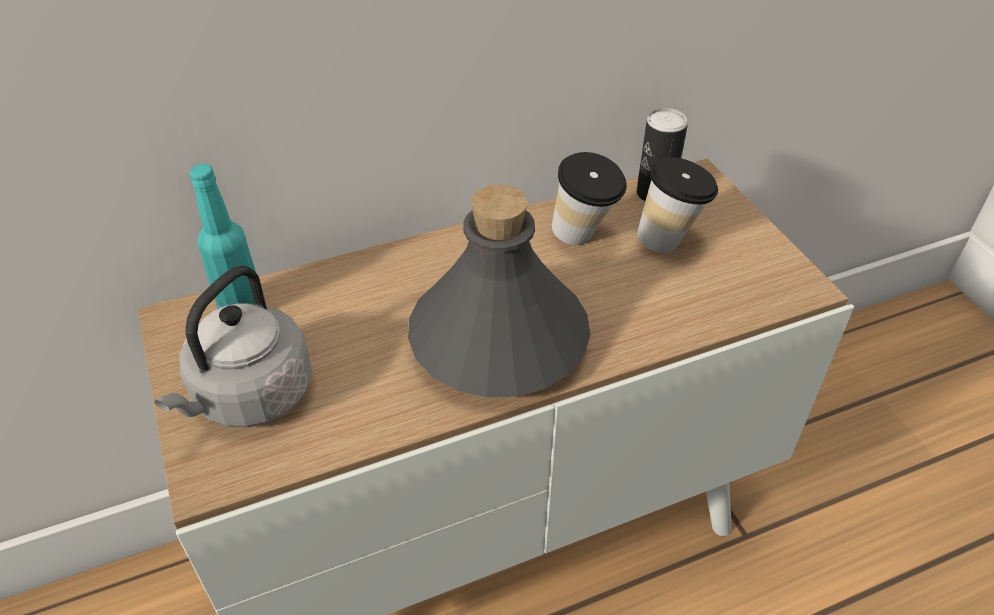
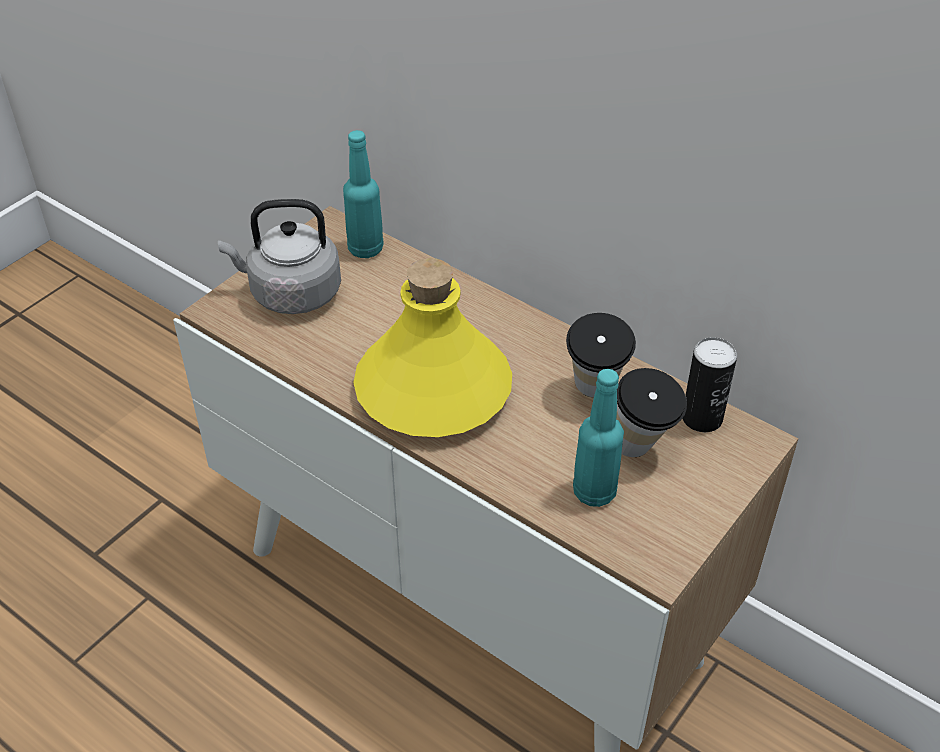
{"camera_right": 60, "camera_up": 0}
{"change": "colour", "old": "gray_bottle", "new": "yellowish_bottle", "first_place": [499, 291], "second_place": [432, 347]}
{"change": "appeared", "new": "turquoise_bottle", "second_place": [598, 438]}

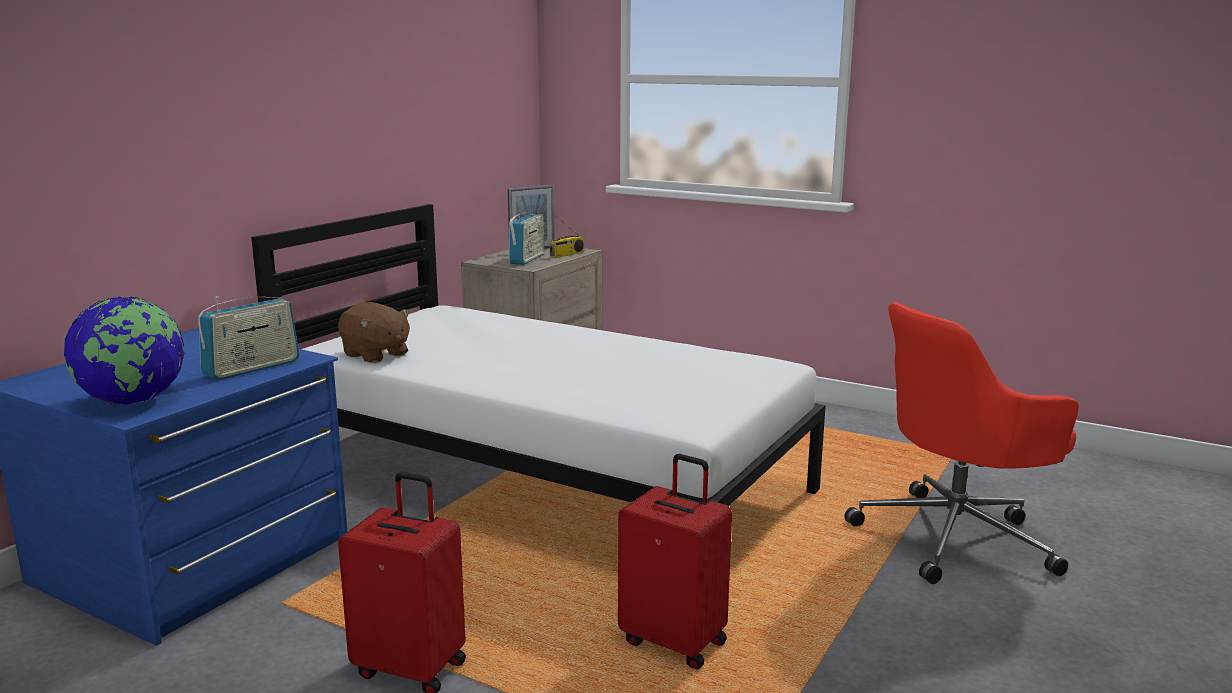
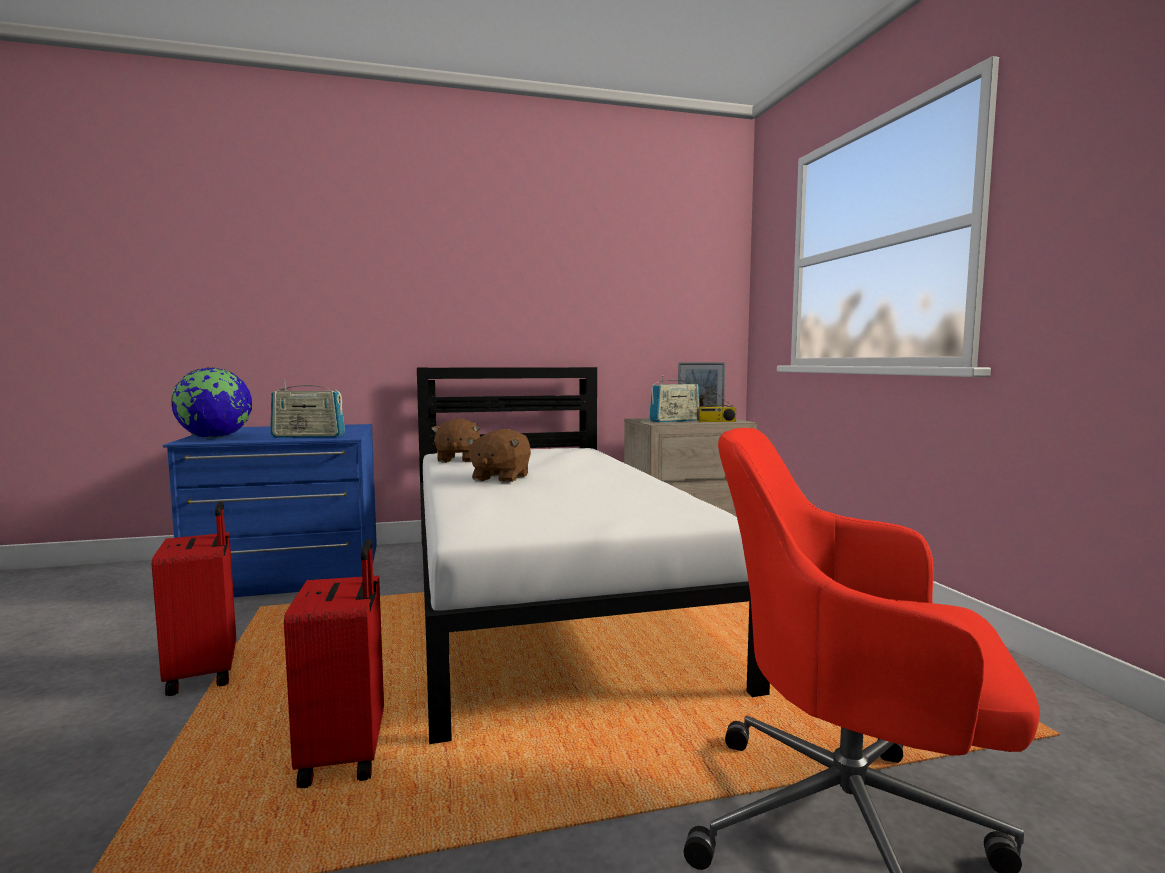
{"camera_right": 45, "camera_up": -10}
{"change": "appeared", "new": "brown_plush_toy", "second_place": [498, 456]}

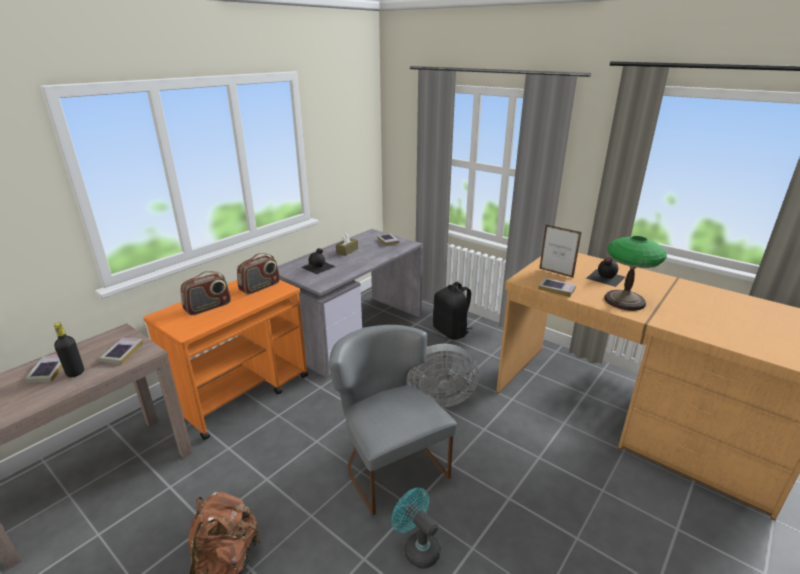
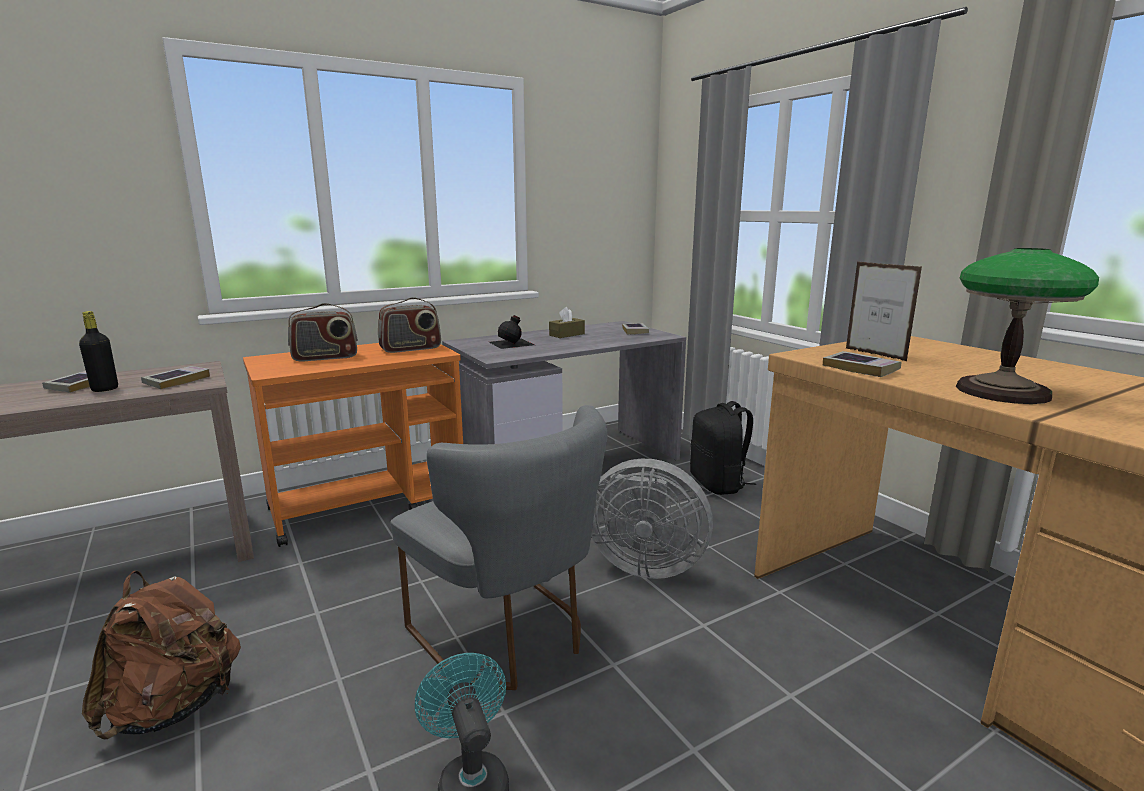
{"camera_right": 20, "camera_up": -10}
{"change": "spun", "old": "gray_chair", "first_place": [393, 420], "second_place": [498, 547], "degrees": 150}
{"change": "missing", "old": "black-coloured_bottle", "first_place": [605, 272]}

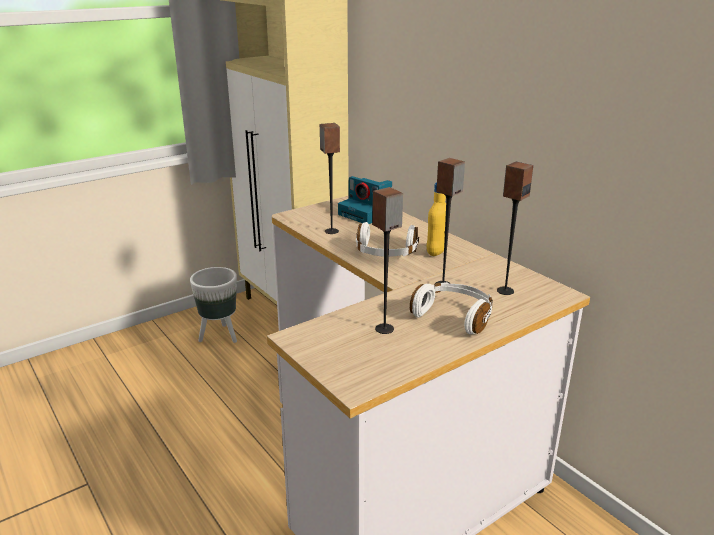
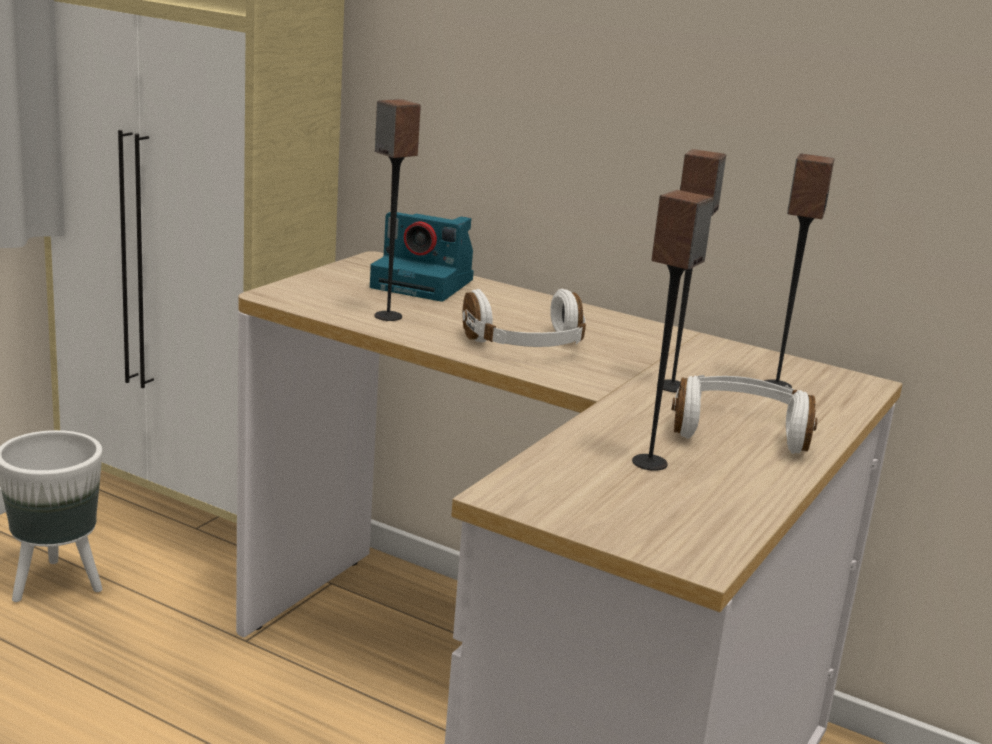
{"camera_right": -25, "camera_up": -5}
{"change": "missing", "old": "yellowish_bottle", "first_place": [436, 219]}

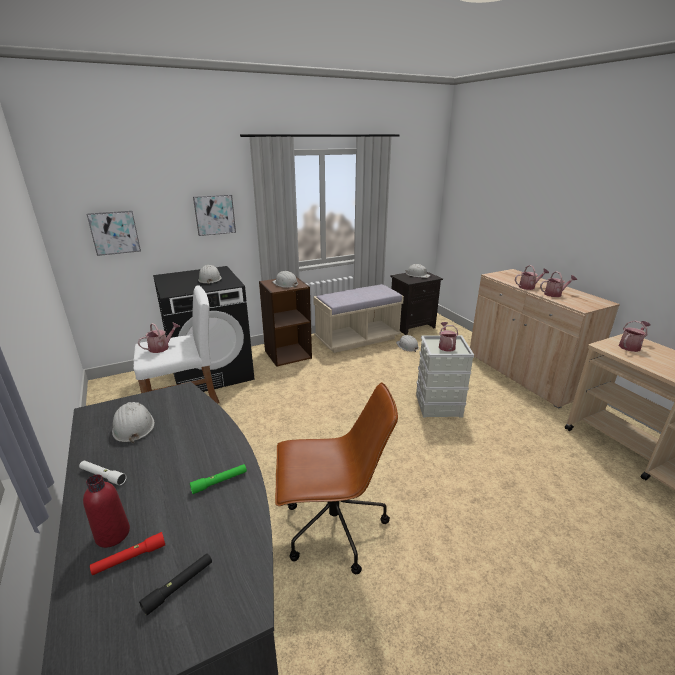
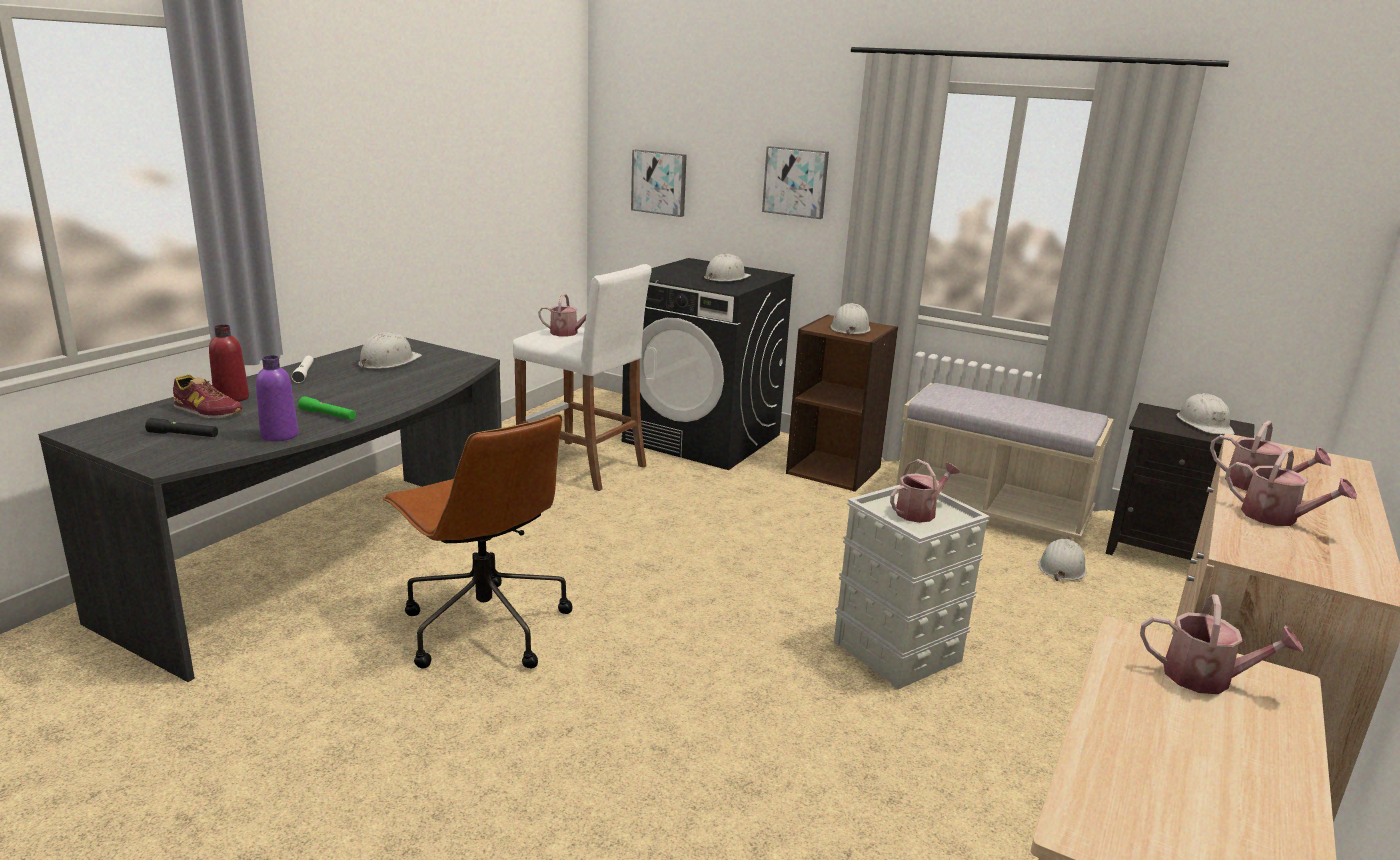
{"camera_right": 55, "camera_up": -5}
{"change": "exchanged", "old": "red_hand_torch", "new": "shoe", "first_place": [127, 553], "second_place": [208, 397]}
{"change": "appeared", "new": "purplish_bottle", "second_place": [277, 398]}

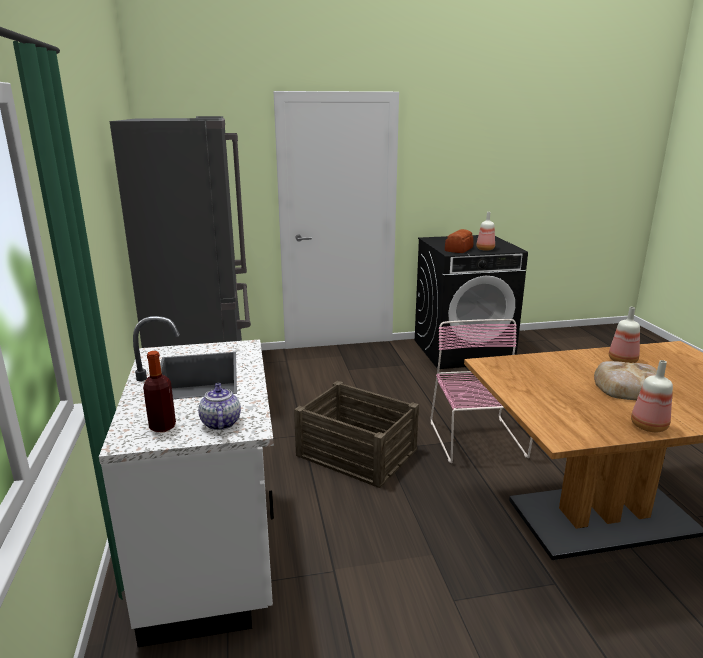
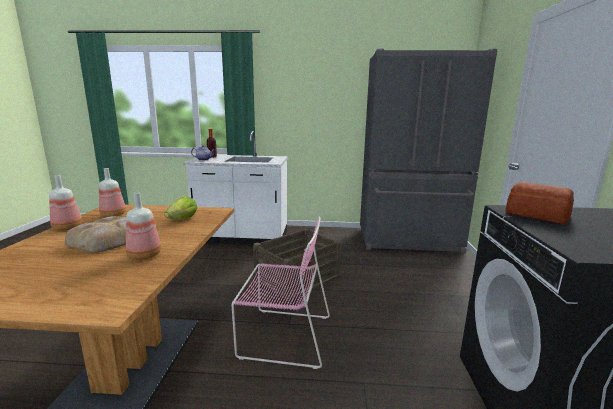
{"camera_right": 105, "camera_up": -5}
{"change": "relocated", "old": "bottle", "first_place": [485, 231], "second_place": [112, 192]}
{"change": "appeared", "new": "head_of_lettuce", "second_place": [181, 208]}

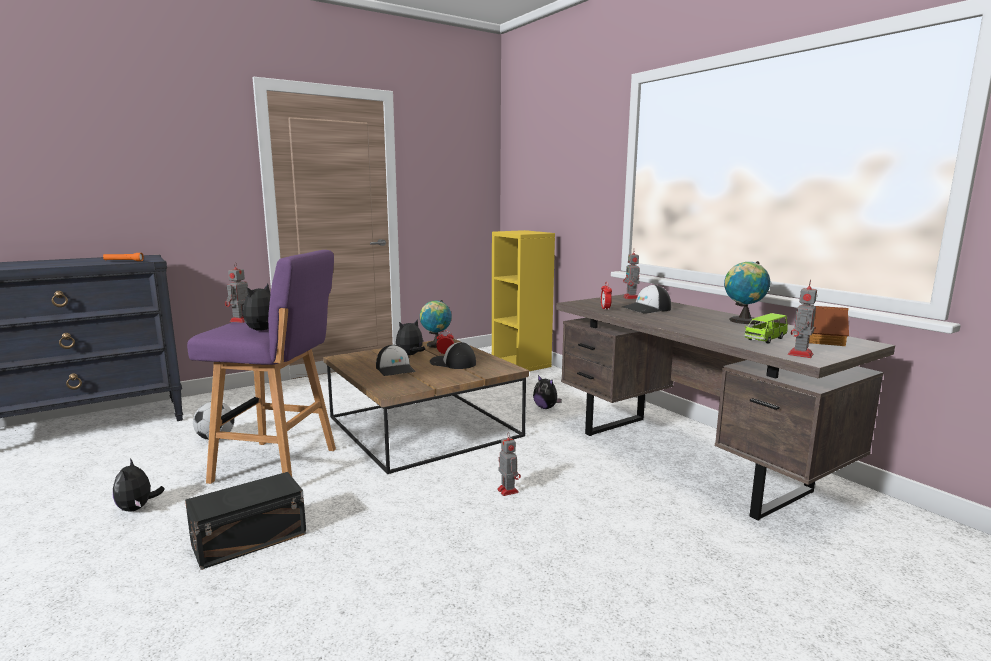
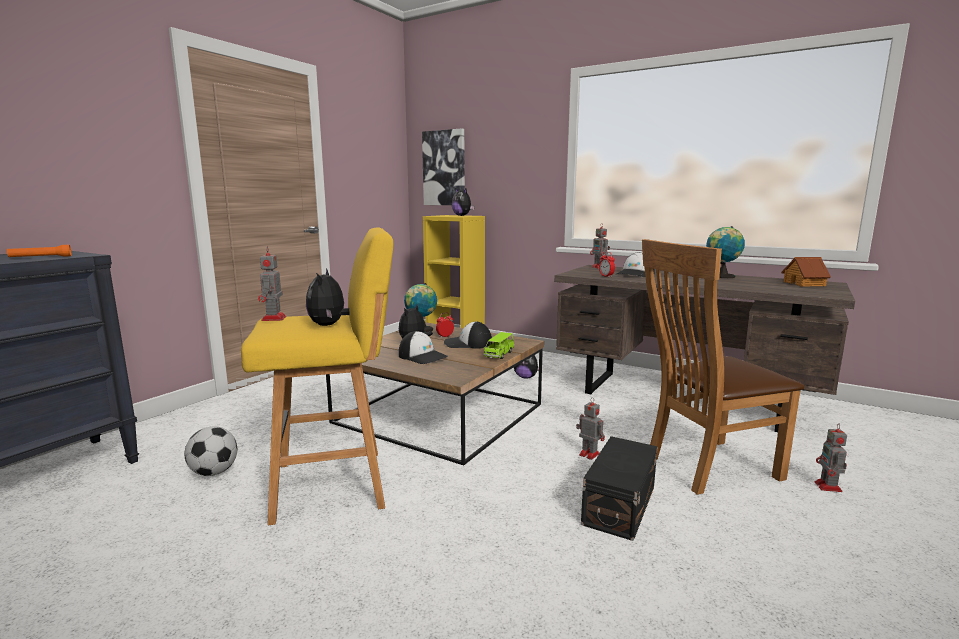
{"camera_right": -25, "camera_up": 0}
{"change": "relocated", "old": "plush_toy", "first_place": [139, 485], "second_place": [463, 202]}
{"change": "relocated", "old": "black-coloured_storage_bin", "first_place": [246, 521], "second_place": [619, 488]}
{"change": "colour", "old": "purplish_sitting_stool", "new": "yellowish_sitting_stool", "first_place": [261, 367], "second_place": [317, 376]}
{"change": "relocated", "old": "green_model_car", "first_place": [766, 328], "second_place": [498, 345]}
{"change": "relocated", "old": "model_robot", "first_place": [802, 319], "second_place": [831, 458]}
{"change": "appeared", "new": "wall_art", "second_place": [443, 166]}
{"change": "appeared", "new": "brown_chair", "second_place": [723, 367]}

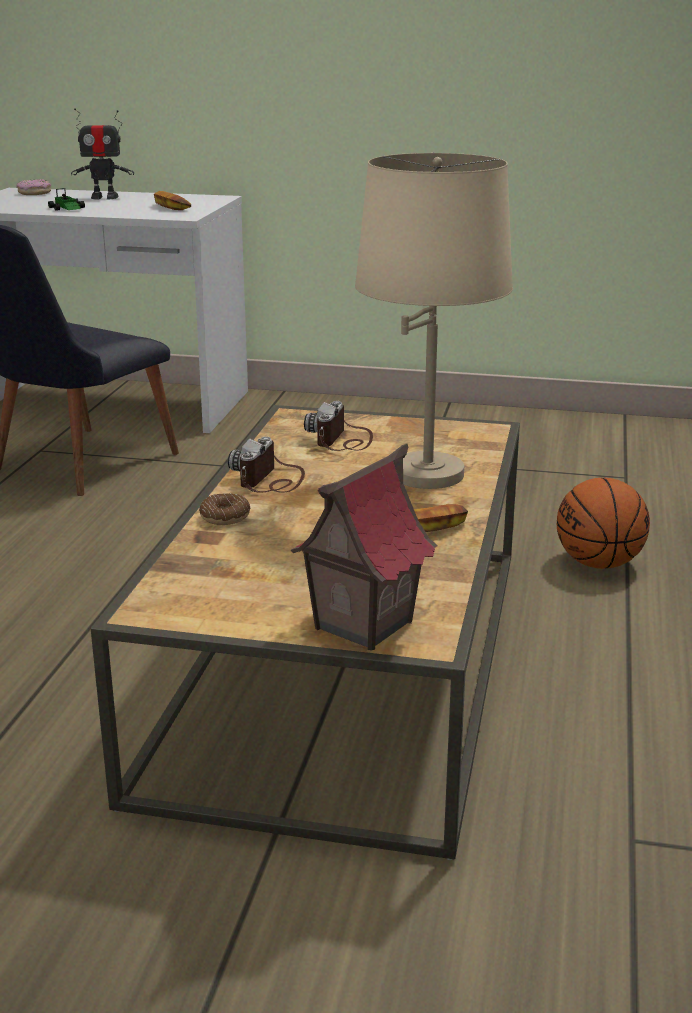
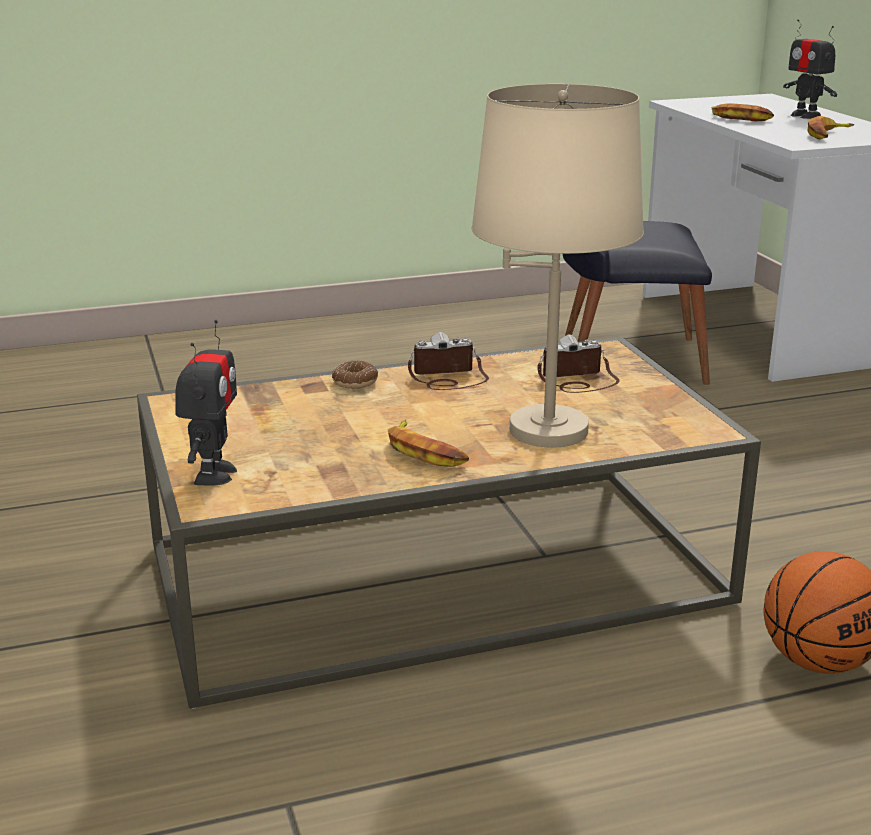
{"camera_right": 60, "camera_up": 0}
{"change": "missing", "old": "ring_doughnut", "first_place": [34, 187]}
{"change": "exchanged", "old": "model_car", "new": "banana_fruit", "first_place": [66, 199], "second_place": [742, 112]}
{"change": "exchanged", "old": "miniature_house", "new": "model_robot", "first_place": [364, 547], "second_place": [206, 402]}

